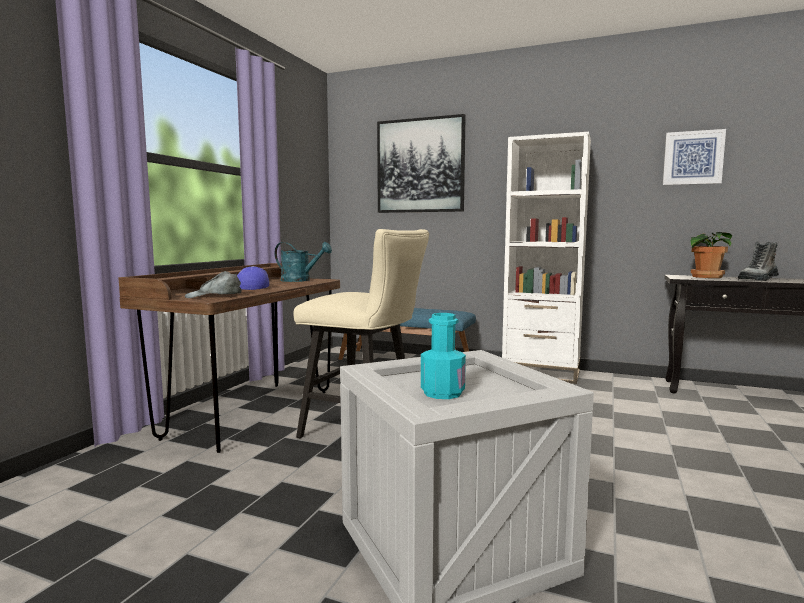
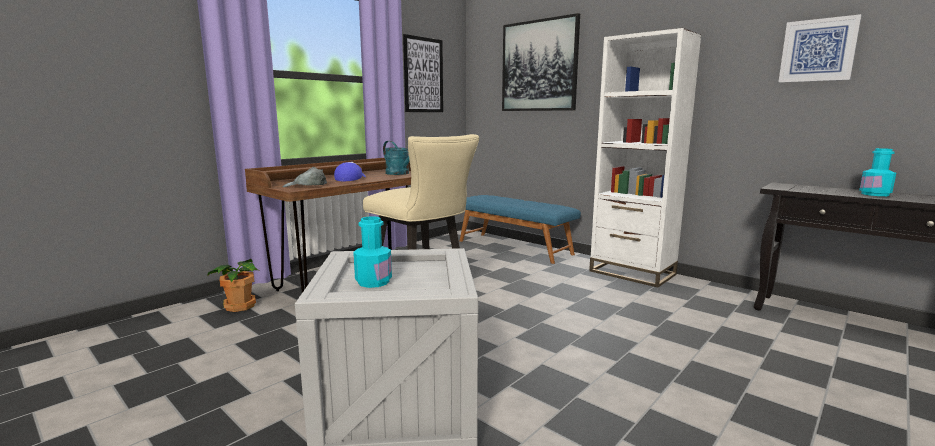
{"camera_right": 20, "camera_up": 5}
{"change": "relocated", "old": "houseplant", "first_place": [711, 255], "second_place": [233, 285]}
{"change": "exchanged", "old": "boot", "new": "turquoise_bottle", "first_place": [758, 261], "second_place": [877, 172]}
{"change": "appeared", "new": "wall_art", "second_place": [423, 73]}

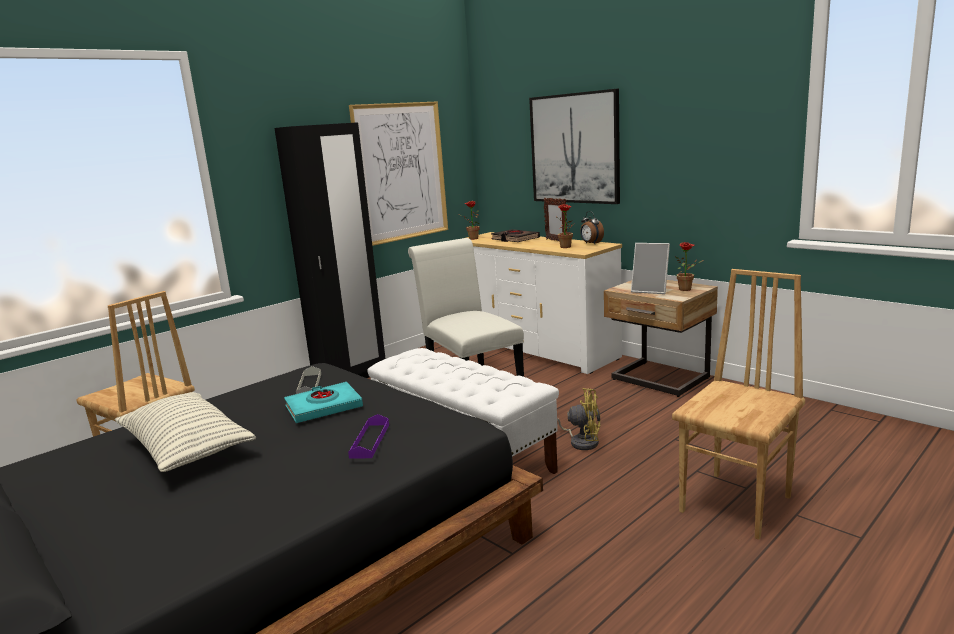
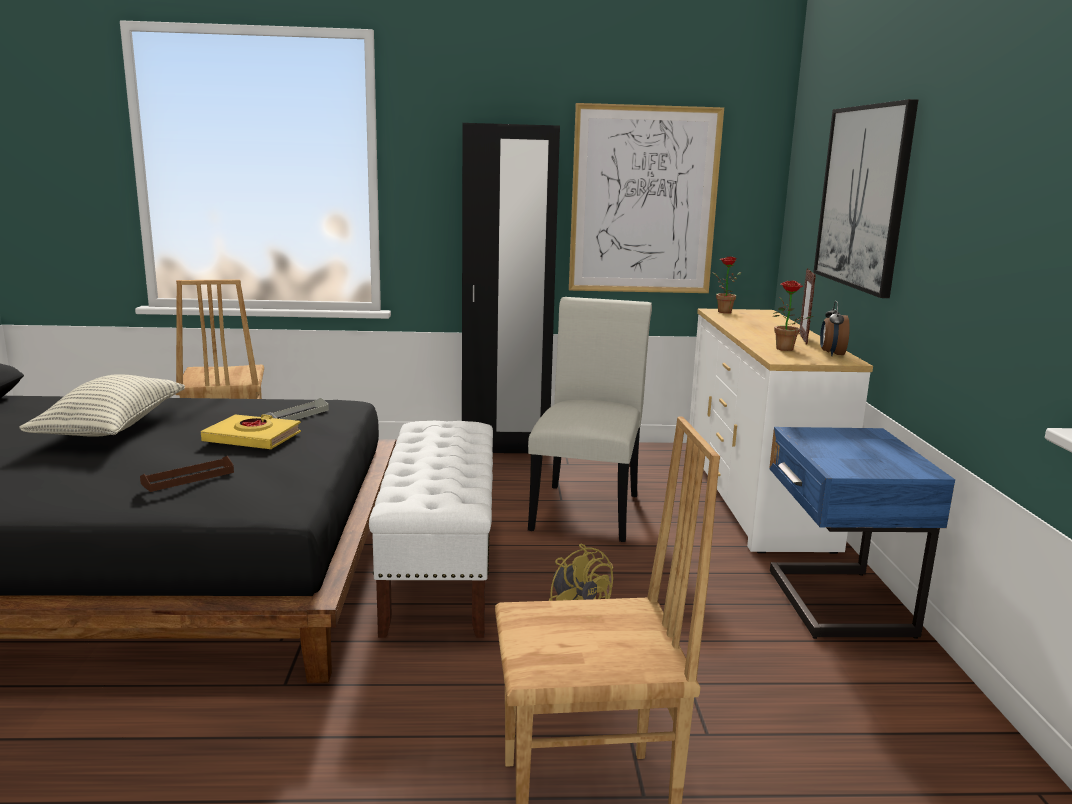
{"camera_right": 40, "camera_up": 0}
{"change": "colour", "old": "turquoise_bound_book", "new": "yellowish_bound_book", "first_place": [323, 402], "second_place": [251, 431]}
{"change": "colour", "old": "purplish_carrying_tray", "new": "brown_carrying_tray", "first_place": [368, 436], "second_place": [187, 474]}
{"change": "missing", "old": "black-coloured_bound_book", "first_place": [515, 235]}
{"change": "colour", "old": "beige-coloured_nightstand", "new": "blue-coloured_nightstand", "first_place": [661, 338], "second_place": [862, 533]}
{"change": "missing", "old": "picture_frame", "first_place": [650, 268]}
{"change": "missing", "old": "houseplant", "first_place": [689, 266]}

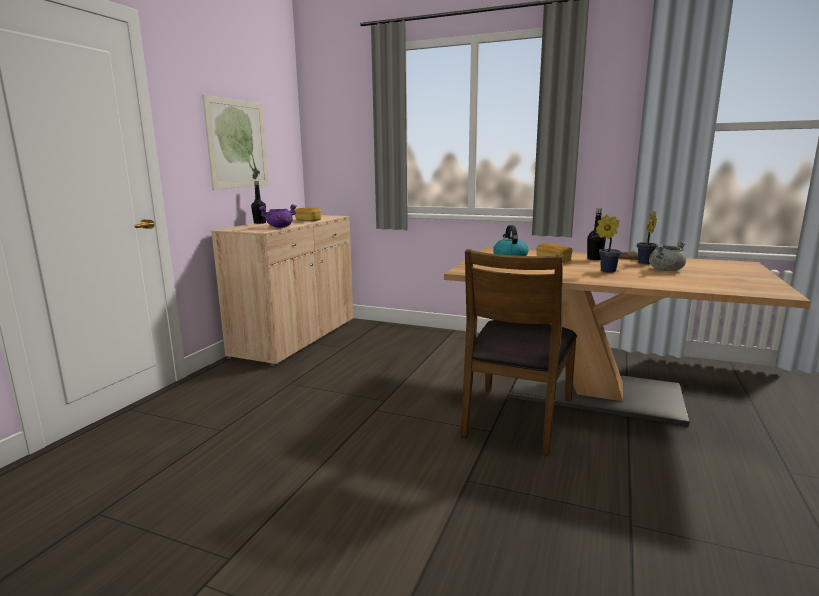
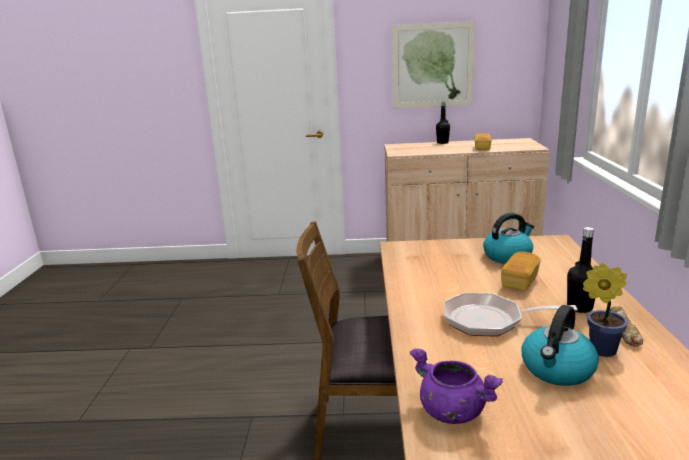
{"camera_right": 70, "camera_up": 5}
{"change": "relocated", "old": "purplish_cooking_pot", "first_place": [278, 216], "second_place": [456, 386]}
{"change": "exchanged", "old": "houseplant", "new": "pan", "first_place": [608, 244], "second_place": [511, 314]}
{"change": "exchanged", "old": "gray_cooking_pot", "new": "kettle", "first_place": [667, 256], "second_place": [560, 345]}

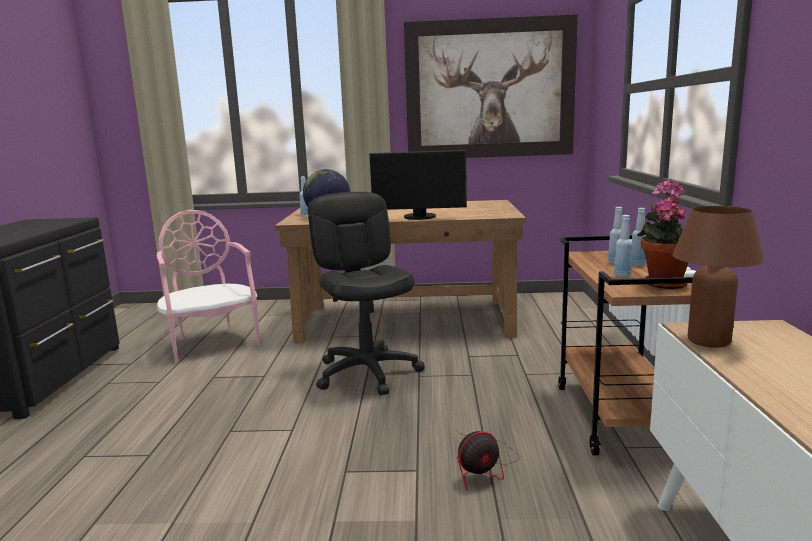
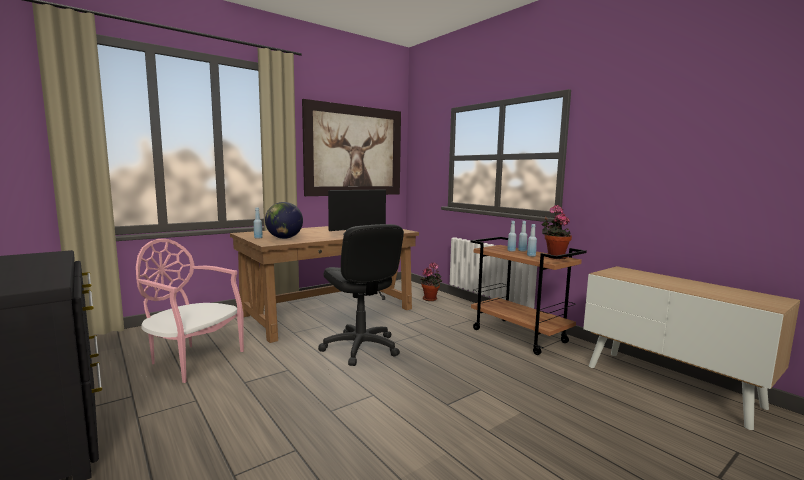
{"camera_right": -40, "camera_up": -5}
{"change": "spun", "old": "black-coloured_desk_chair", "first_place": [366, 293], "second_place": [361, 295], "degrees": -150}
{"change": "missing", "old": "fan", "first_place": [486, 459]}
{"change": "missing", "old": "brown_tabletop_lamp", "first_place": [718, 277]}
{"change": "appeared", "new": "houseplant", "second_place": [431, 281]}

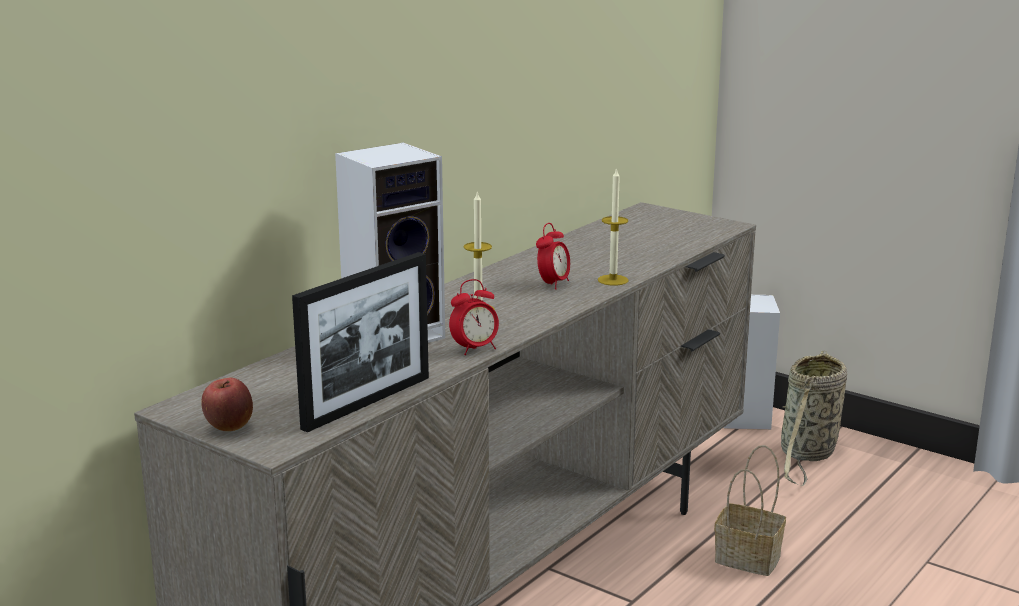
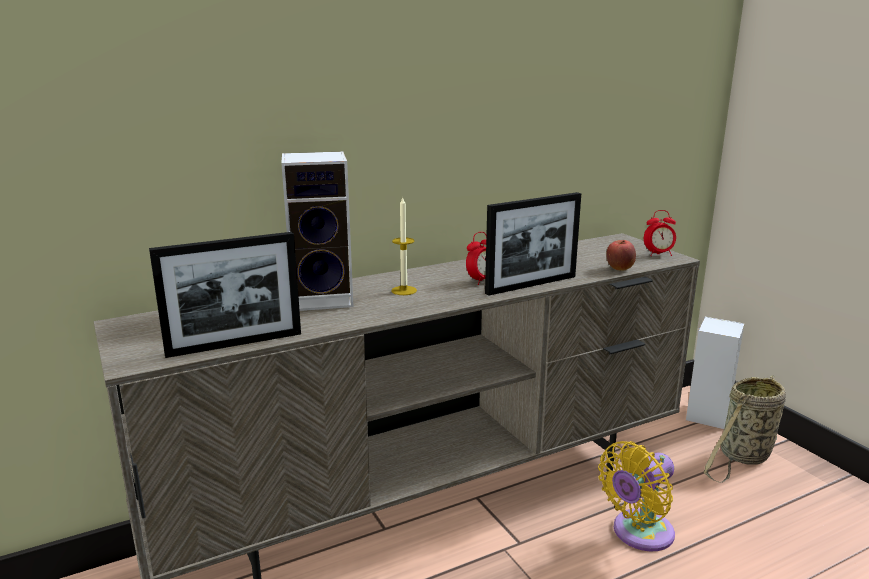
{"camera_right": 25, "camera_up": 0}
{"change": "relocated", "old": "apple_fruit", "first_place": [227, 404], "second_place": [621, 255]}
{"change": "relocated", "old": "bedside_clock", "first_place": [474, 317], "second_place": [660, 233]}
{"change": "exchanged", "old": "wax_light", "new": "picture_frame", "first_place": [613, 227], "second_place": [533, 244]}
{"change": "exchanged", "old": "basket", "new": "yellowish_fan", "first_place": [750, 510], "second_place": [636, 496]}

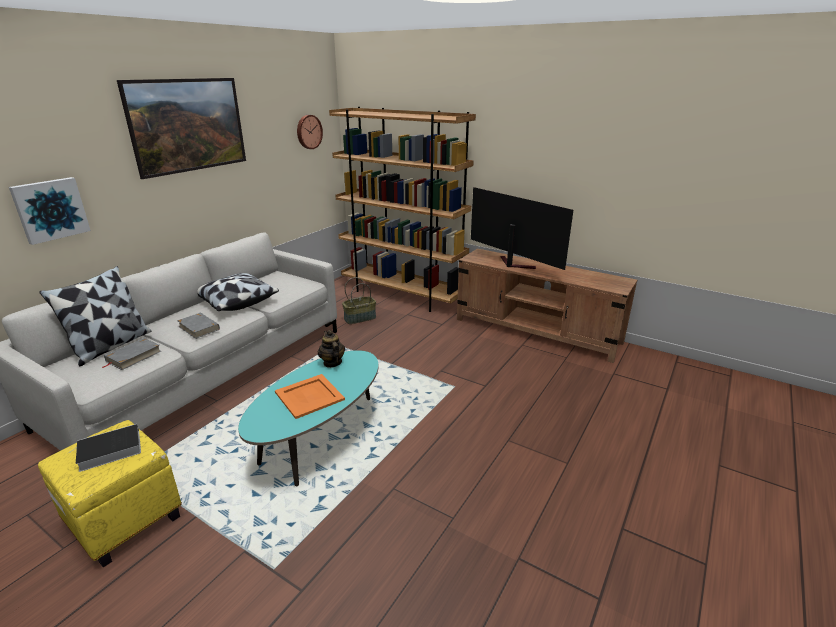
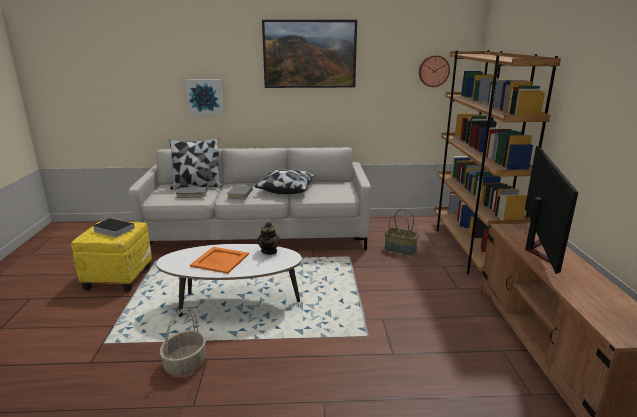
{"camera_right": 55, "camera_up": -5}
{"change": "colour", "old": "turquoise_lounge_table", "new": "whitish_lounge_table", "first_place": [308, 418], "second_place": [229, 280]}
{"change": "spun", "old": "tea_pot", "first_place": [331, 349], "second_place": [269, 238], "degrees": 150}
{"change": "appeared", "new": "basket", "second_place": [183, 342]}

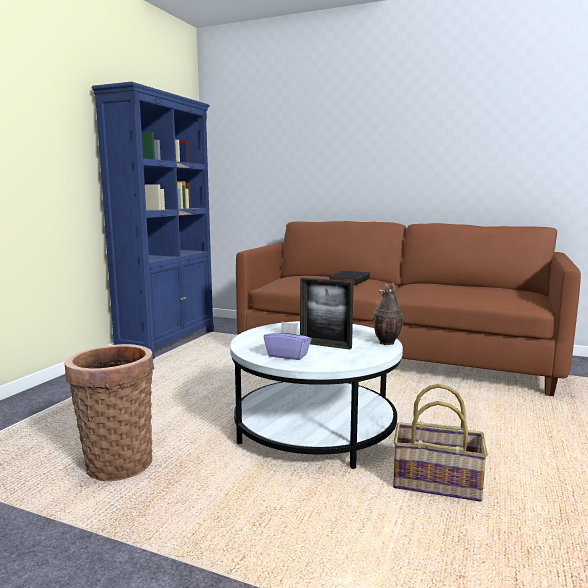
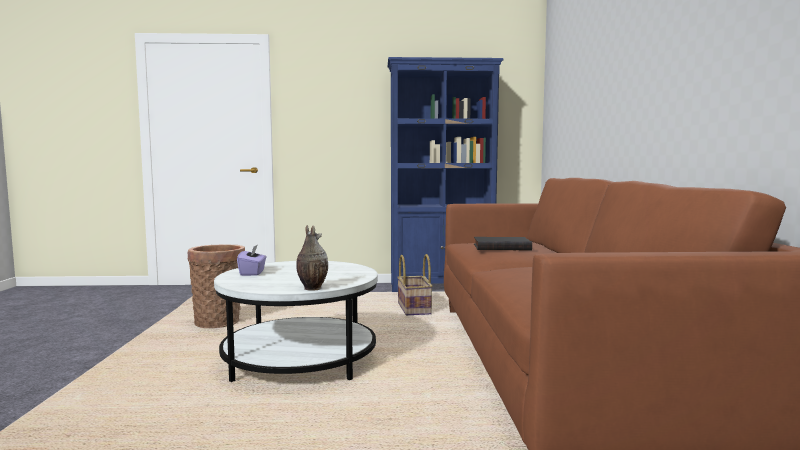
{"camera_right": 65, "camera_up": -5}
{"change": "missing", "old": "picture_frame", "first_place": [327, 314]}
{"change": "relocated", "old": "basket", "first_place": [440, 443], "second_place": [415, 284]}

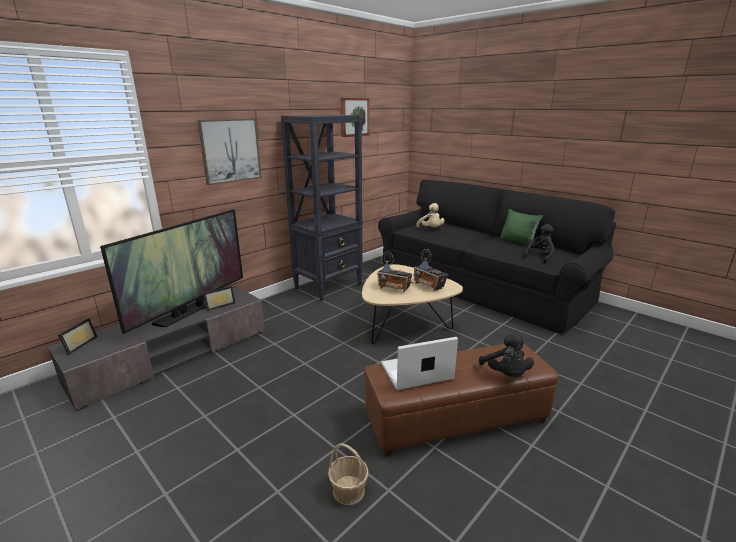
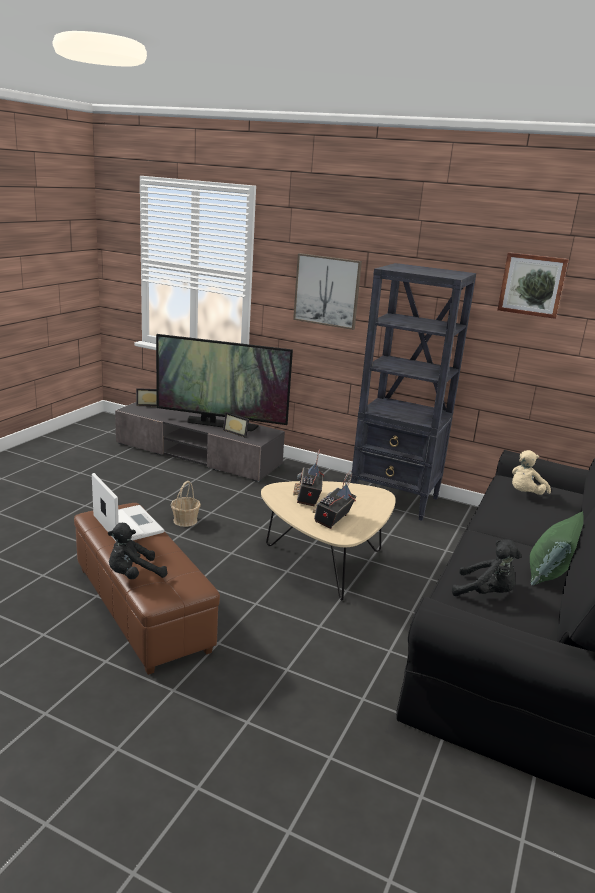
{"camera_right": 70, "camera_up": 0}
{"change": "relocated", "old": "basket", "first_place": [348, 474], "second_place": [186, 504]}

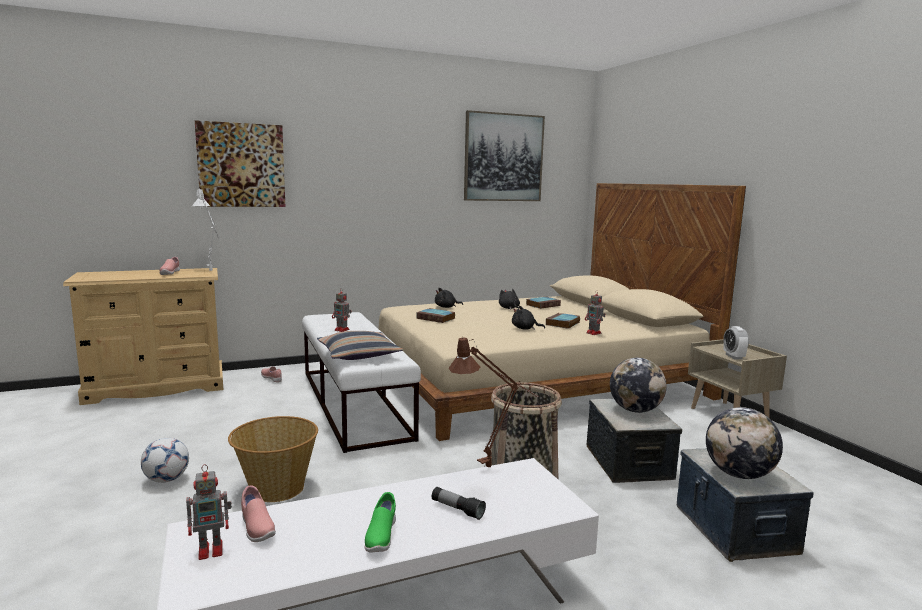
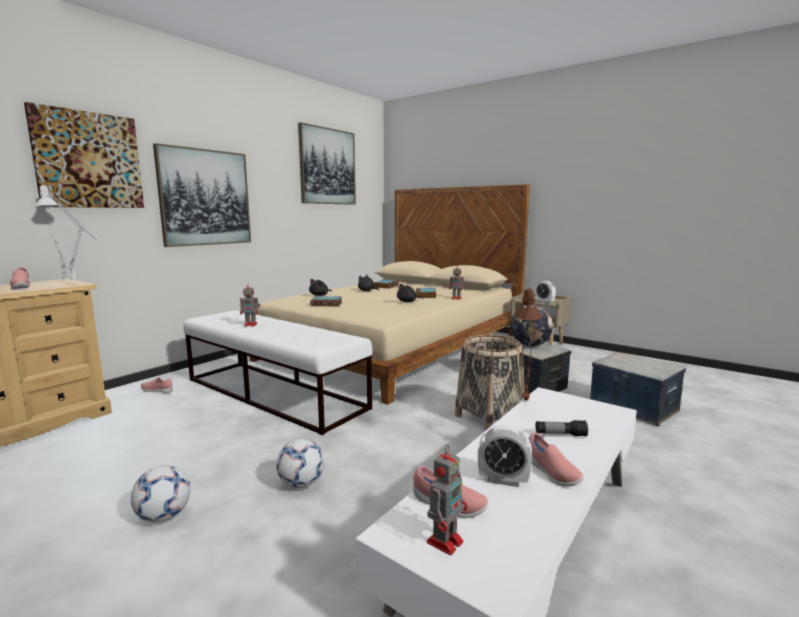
{"camera_right": -30, "camera_up": 0}
{"change": "exchanged", "old": "basket", "new": "football", "first_place": [273, 459], "second_place": [300, 463]}
{"change": "missing", "old": "cushion", "first_place": [360, 345]}
{"change": "colour", "old": "green_shoe", "new": "pink-coloured_shoe", "first_place": [380, 522], "second_place": [556, 459]}
{"change": "missing", "old": "world_globe", "first_place": [744, 443]}
{"change": "appeared", "new": "wall_art", "second_place": [202, 195]}
{"change": "appeared", "new": "bedside_clock", "second_place": [505, 456]}

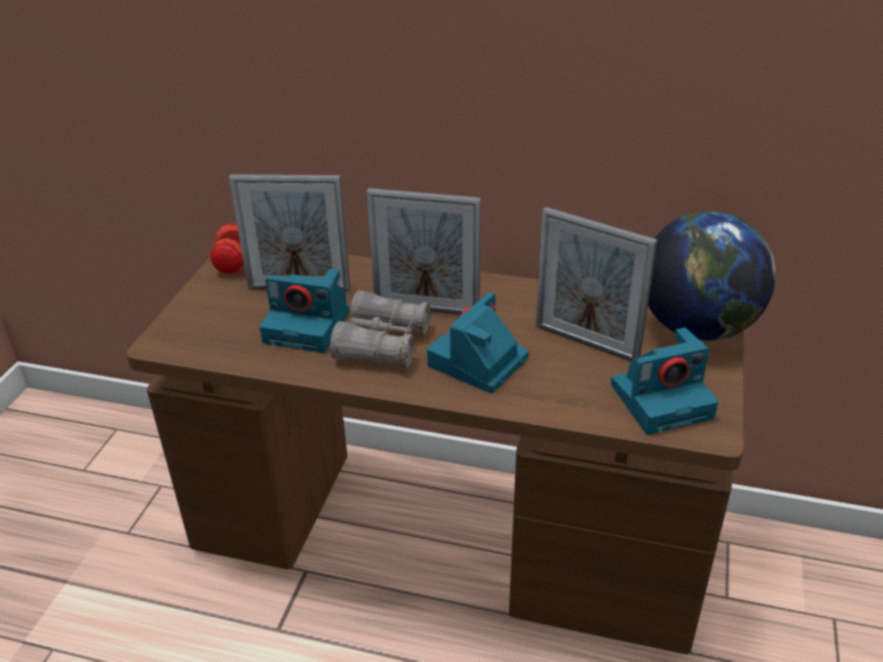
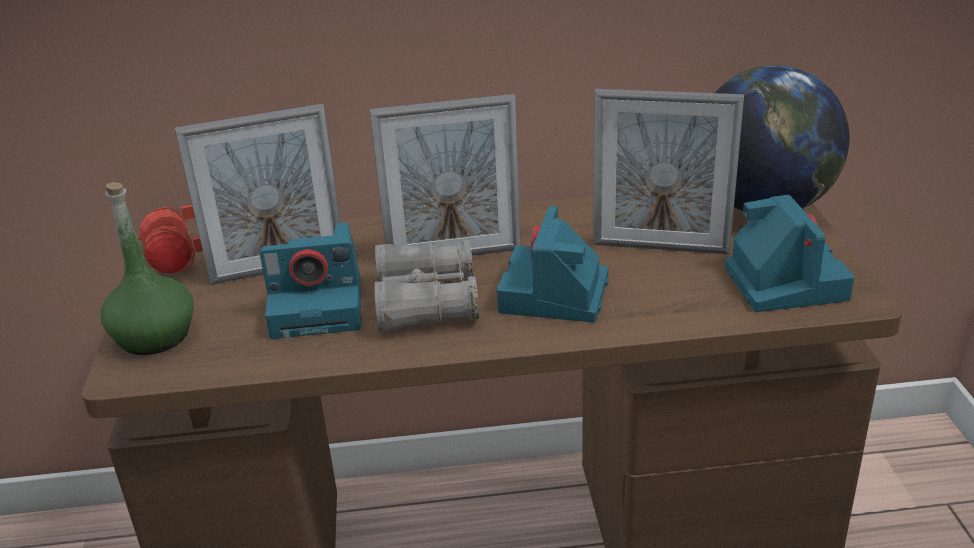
{"camera_right": -20, "camera_up": -5}
{"change": "spun", "old": "photo_camera", "first_place": [664, 381], "second_place": [790, 253], "degrees": -60}
{"change": "appeared", "new": "green_bottle", "second_place": [147, 268]}

